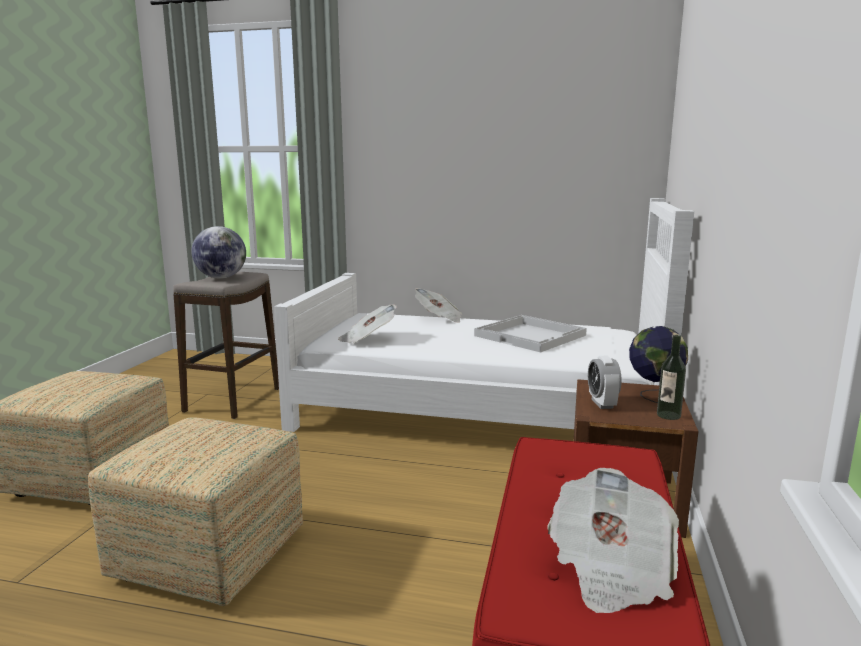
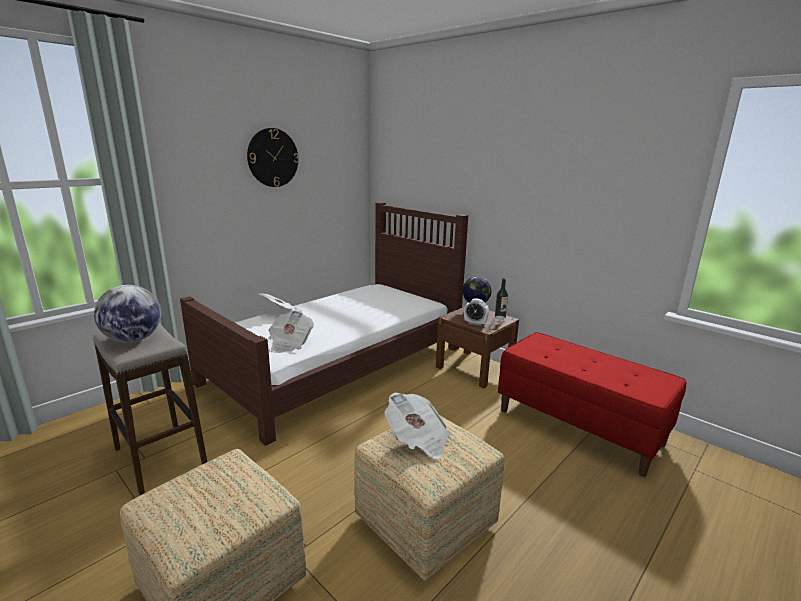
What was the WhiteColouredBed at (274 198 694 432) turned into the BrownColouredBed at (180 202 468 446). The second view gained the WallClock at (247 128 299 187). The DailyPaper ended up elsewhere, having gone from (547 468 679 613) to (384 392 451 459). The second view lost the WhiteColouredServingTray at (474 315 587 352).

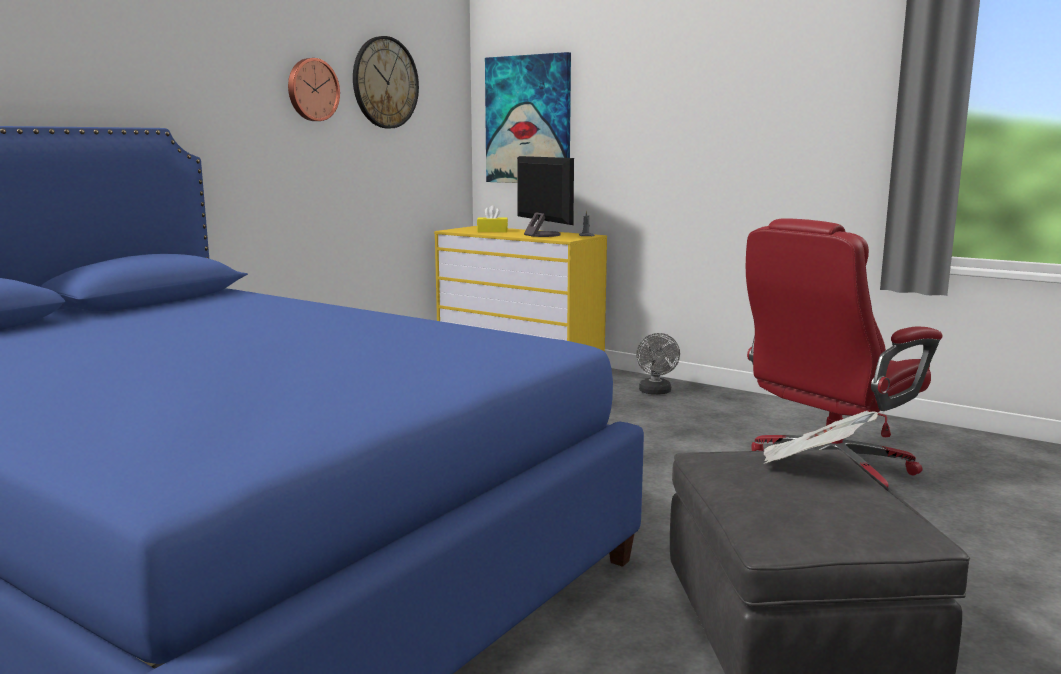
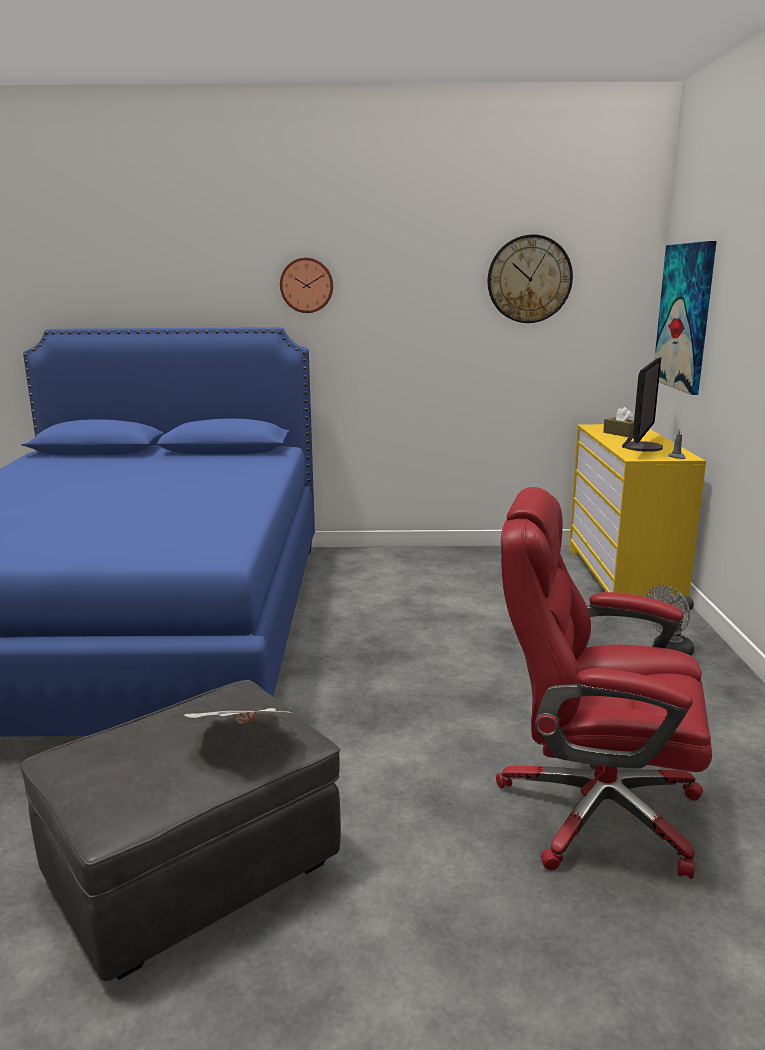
The WallClock ended up elsewhere, having gone from (288 58 340 121) to (280 258 333 313). What was the YellowColouredBoxOfTissues at (477 205 508 232) turned into the BrownColouredBoxOfTissues at (603 407 634 437).

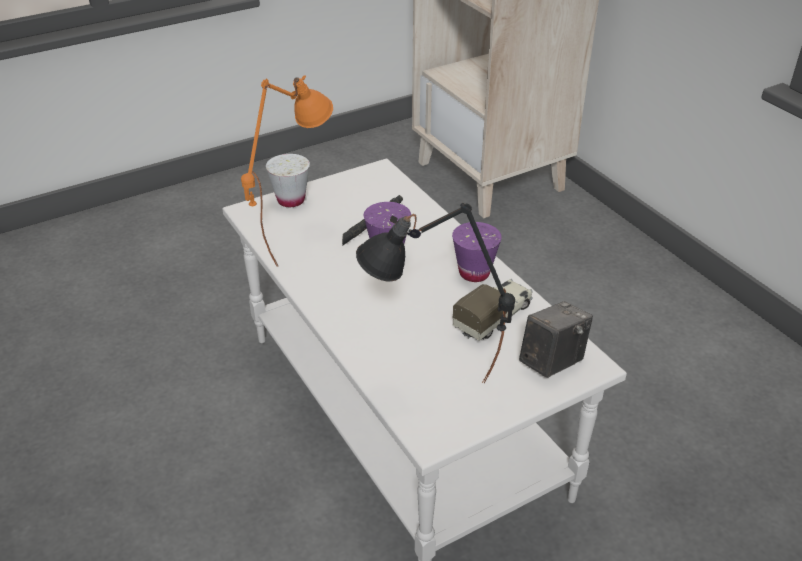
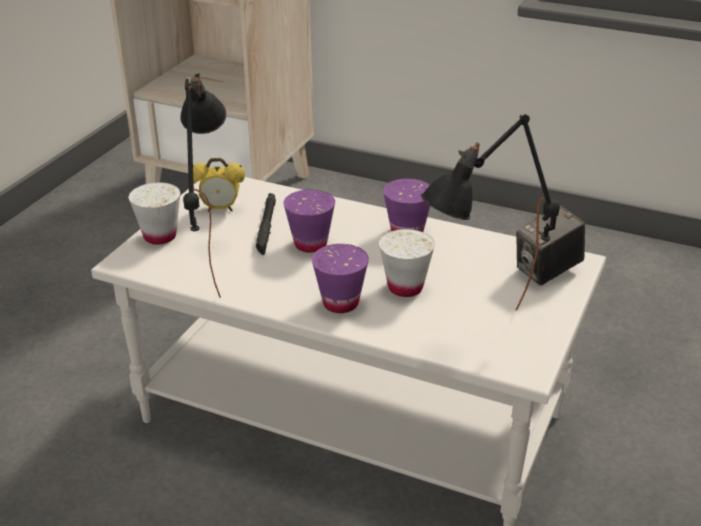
What was the OrangeTabletopLamp at (241 75 333 267) turned into the BlackTabletopLamp at (181 73 226 297). The second view gained the AlarmClock at (193 158 245 212). The second view gained the PurpleColouredSmallCup at (312 244 369 313). The second view gained the WhiteColouredSmallCup at (379 229 435 297). The PhotoCamera at (519 301 593 378) ended up facing another way, 135 degrees counterclockwise from before. The second view lost the ModelTruck at (453 279 533 341).

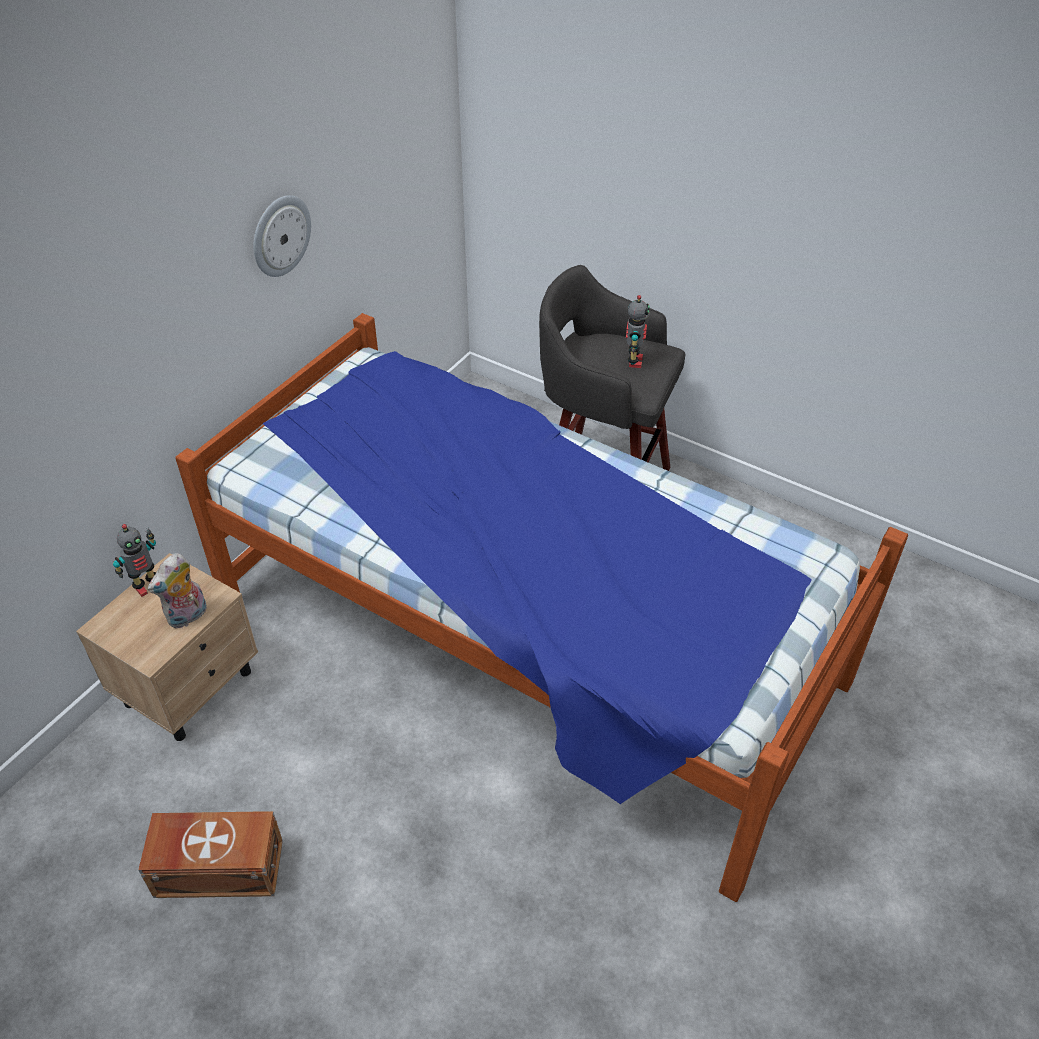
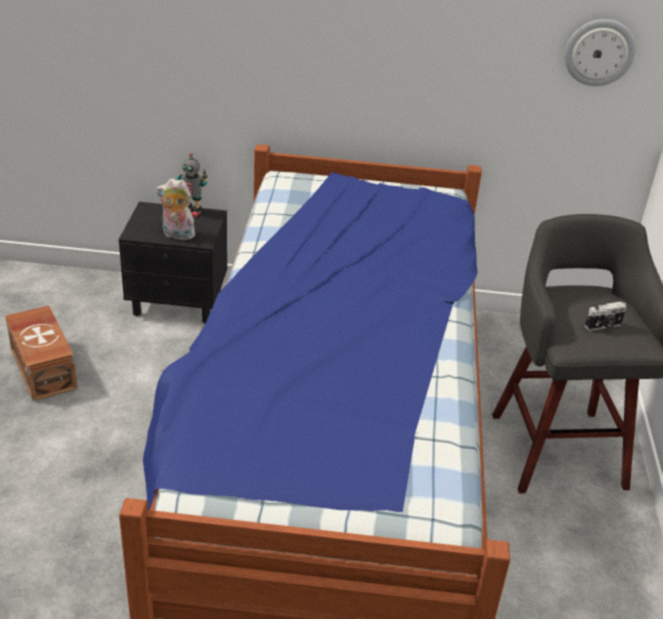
What was the BeigeNightTable at (76 553 258 741) turned into the BlackNightTable at (119 202 227 323). The WallClock ended up elsewhere, having gone from (253 195 311 277) to (564 19 636 86). Where the ToyRobot stood at (626 295 650 368), the PhotoCamera came to stand at (585 302 626 331).

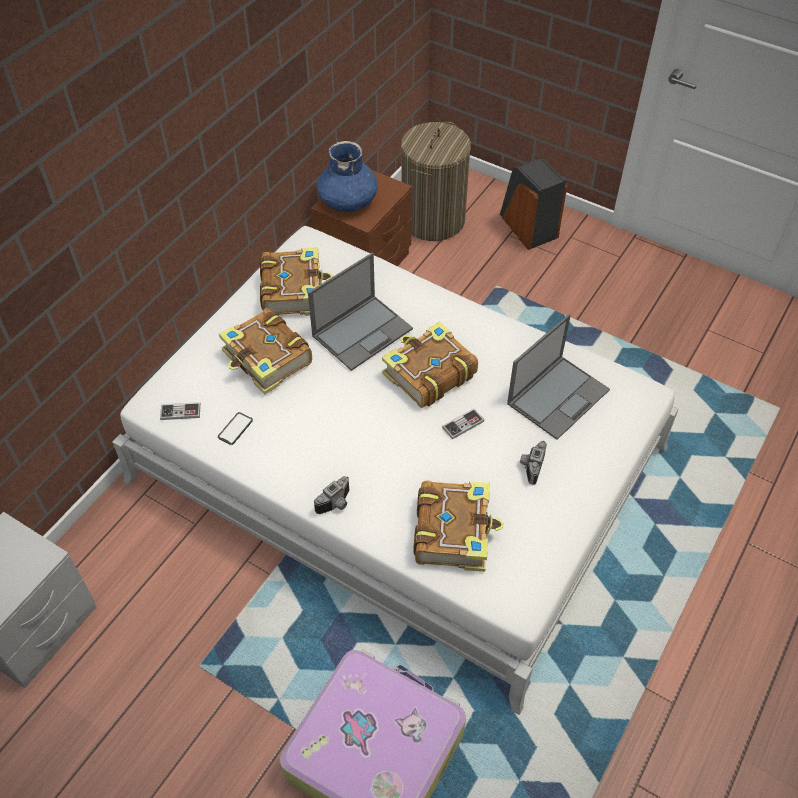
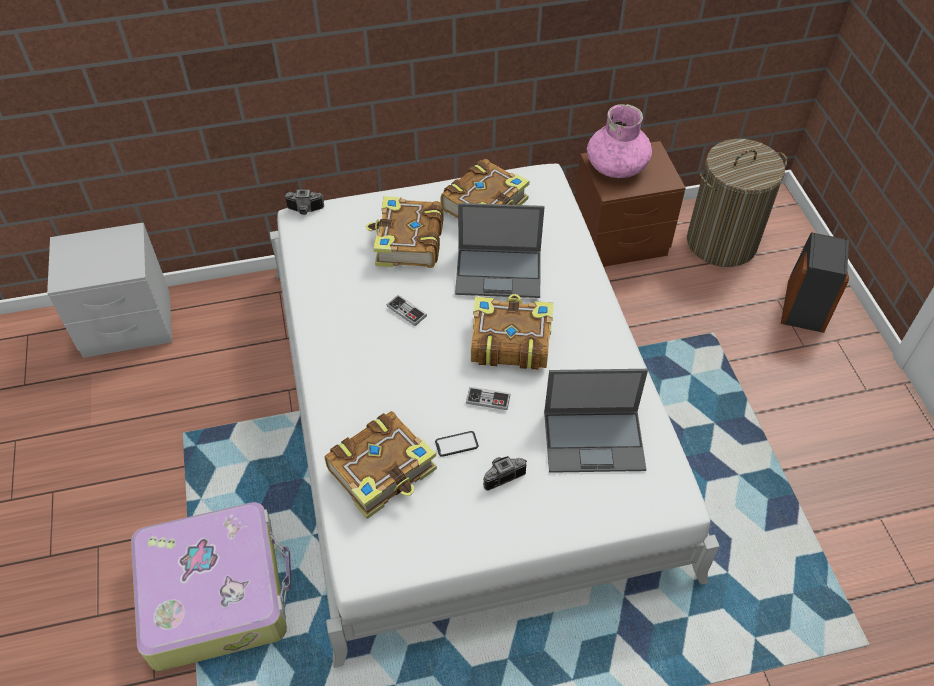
The PhotoCamera ended up elsewhere, having gone from (314 476 349 514) to (284 190 324 215). The Joypad ended up elsewhere, having gone from (160 402 201 420) to (387 295 427 326). The Telephone ended up elsewhere, having gone from (218 412 253 445) to (435 431 479 457). What was the BlueDecorativeVase at (317 141 378 212) turned into the PinkDecorativeVase at (587 104 652 178).

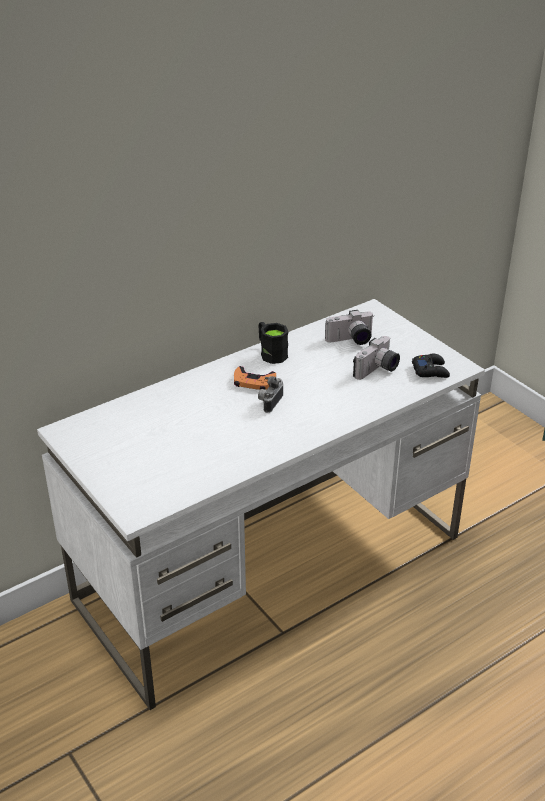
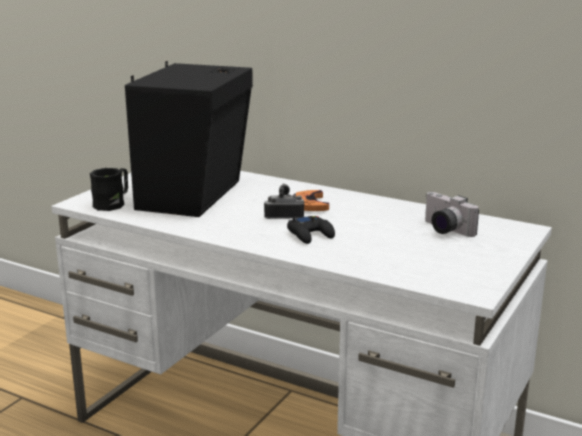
The BlackTeaMug ended up elsewhere, having gone from (258 322 288 364) to (90 168 128 211). The second view gained the BlackSpeaker at (125 61 253 217). The BlackJoypad ended up elsewhere, having gone from (412 354 450 378) to (287 216 335 244). The second view lost the PhotoCamera at (353 336 400 380).

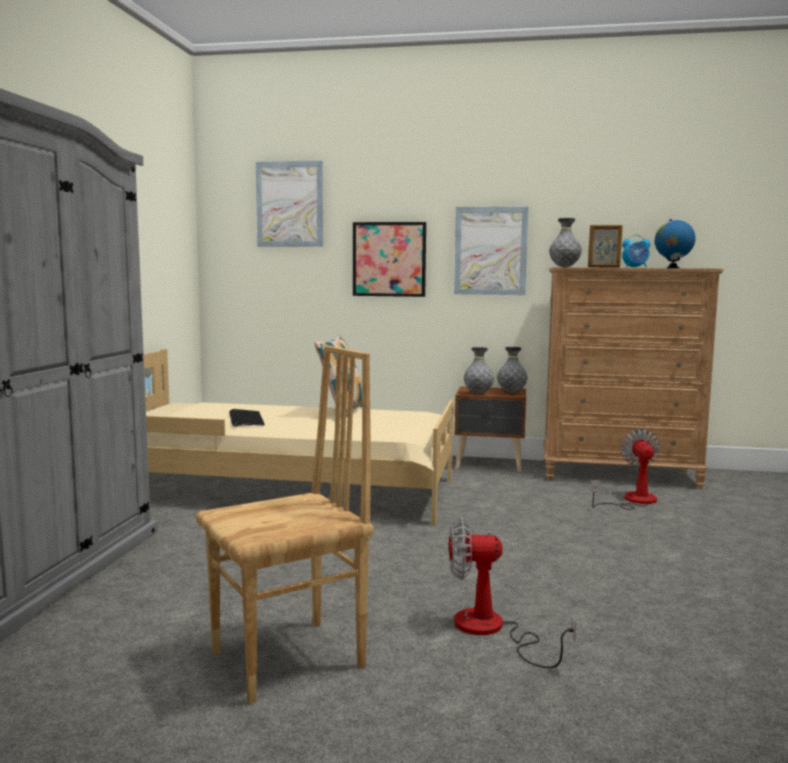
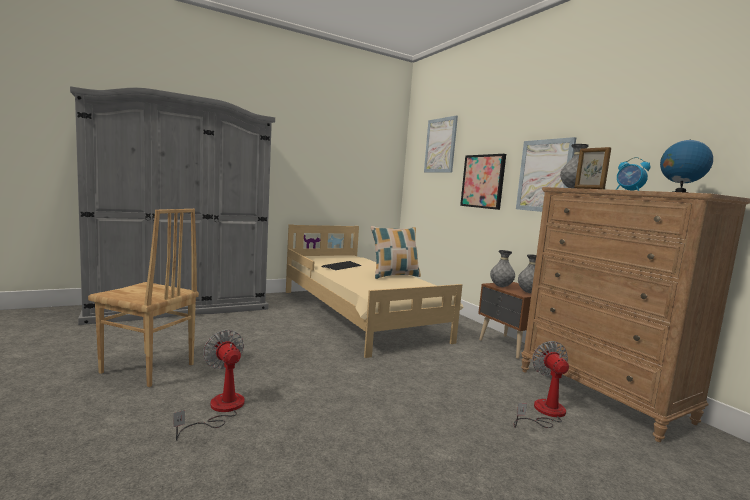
The ElectricFan at (591 429 660 509) ended up facing another way, 60 degrees counterclockwise from before.

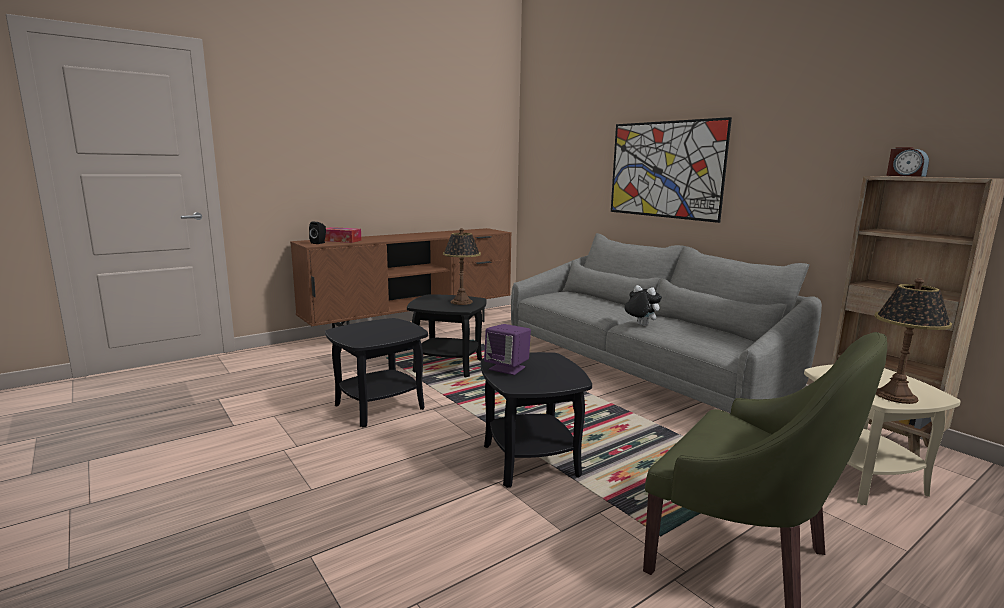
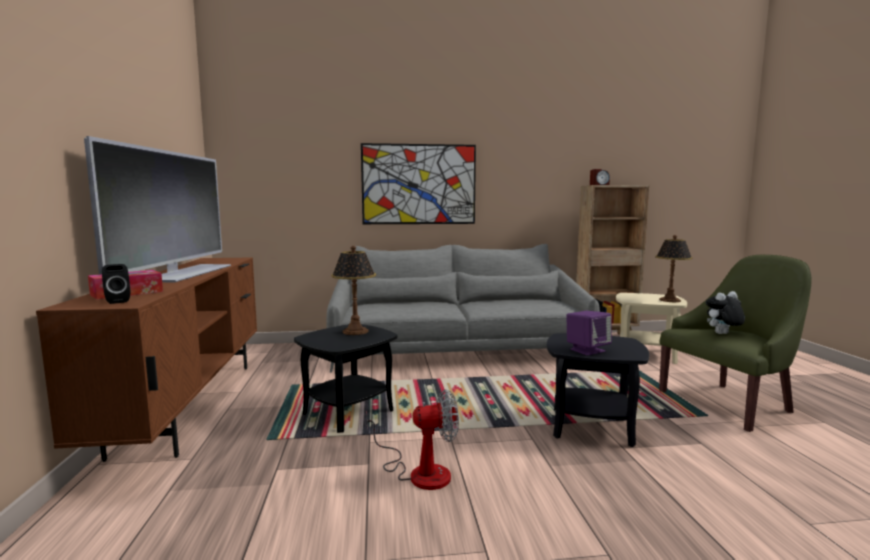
The second view gained the Tv at (84 136 231 282). Where the BlackEndTable stood at (325 318 428 428), the ElectricFan came to stand at (366 389 459 490). The SoftToy ended up elsewhere, having gone from (624 285 662 326) to (706 291 745 334).

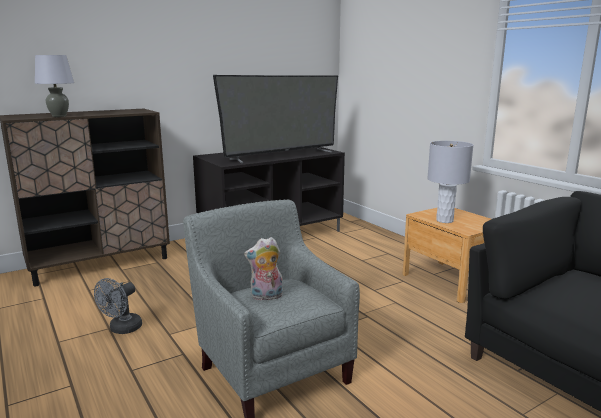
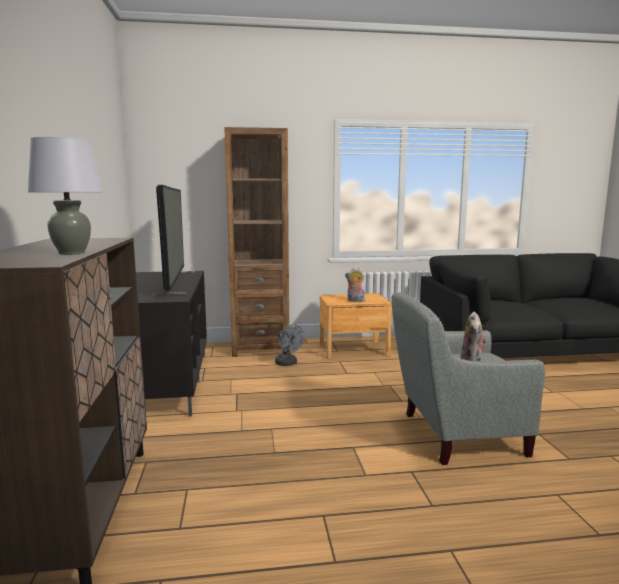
The second view gained the BrownColouredBookshelf at (224 127 290 357). The GrayElectricFan ended up elsewhere, having gone from (94 278 142 334) to (275 324 304 366). Where the GrayTabletopLamp stood at (427 141 473 223), the SoftToy came to stand at (345 267 365 303).

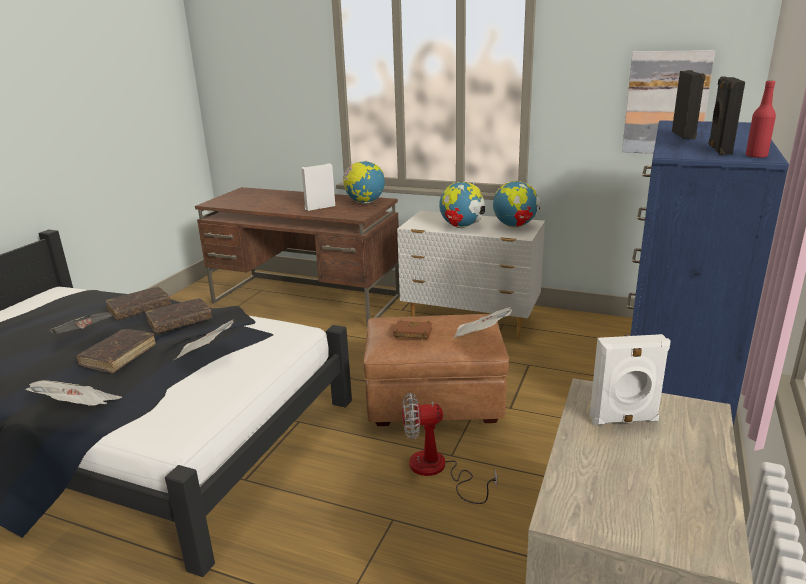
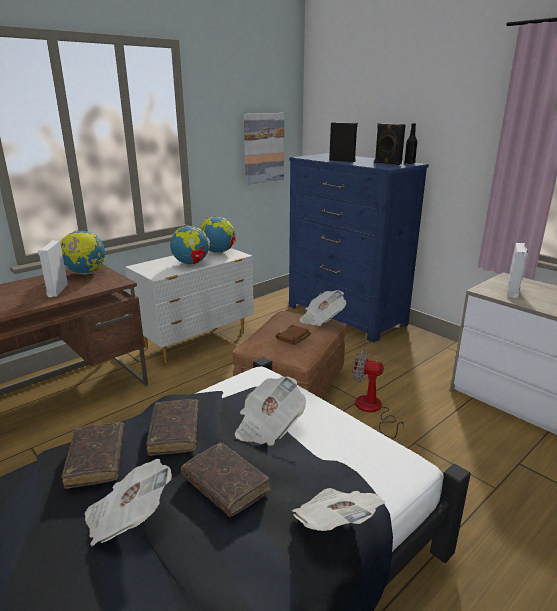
The ElectricFan at (402 392 497 504) ended up facing another way, 90 degrees clockwise from before. What was the RedColouredBottle at (746 81 776 158) turned into the BlackBottle at (404 123 417 164).

